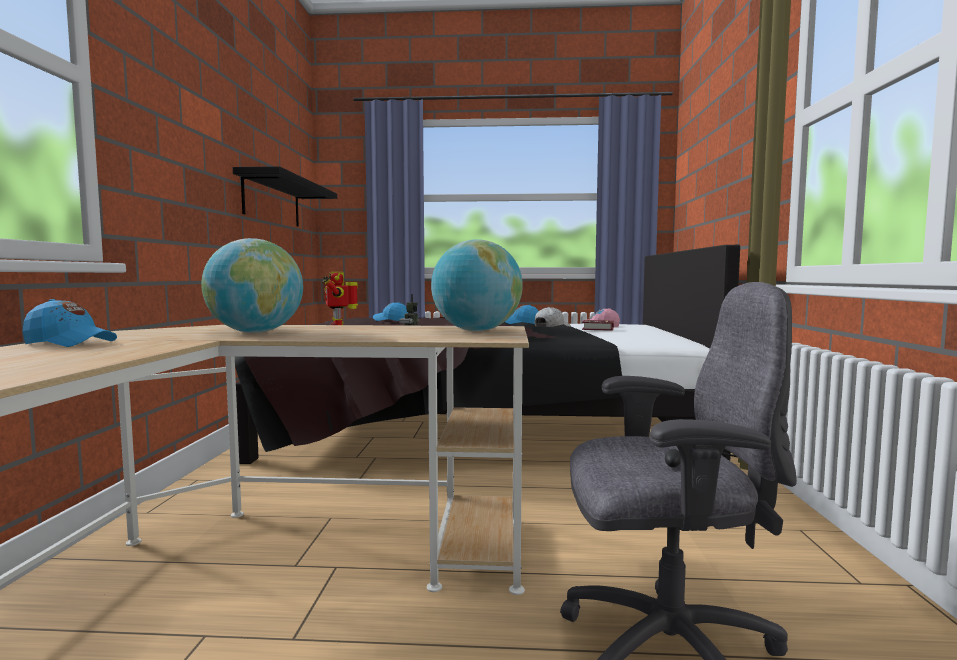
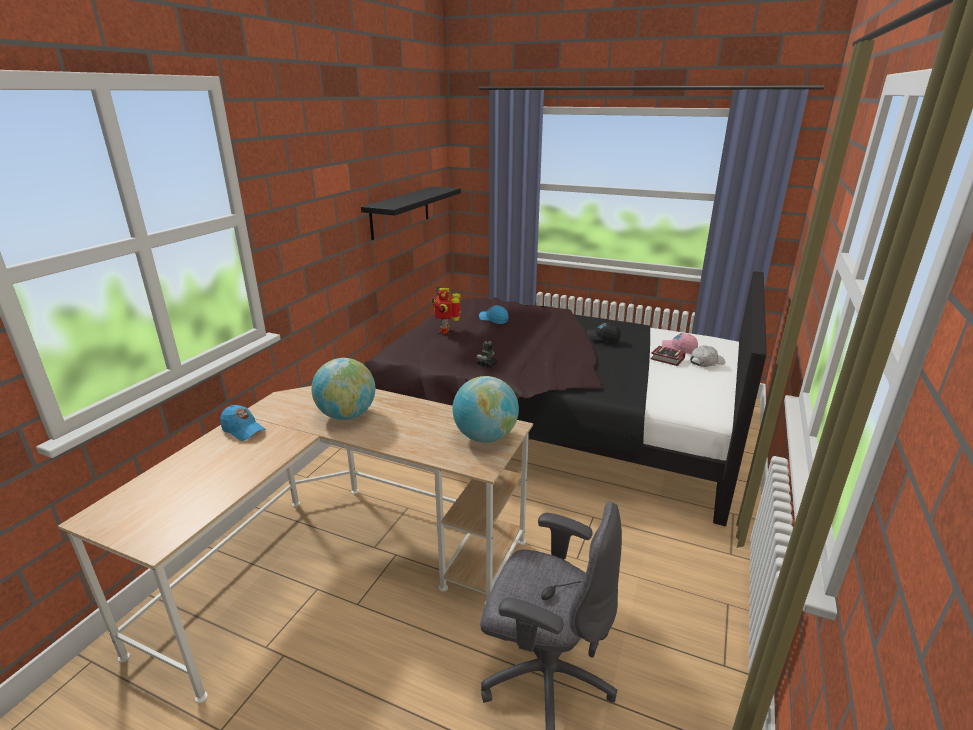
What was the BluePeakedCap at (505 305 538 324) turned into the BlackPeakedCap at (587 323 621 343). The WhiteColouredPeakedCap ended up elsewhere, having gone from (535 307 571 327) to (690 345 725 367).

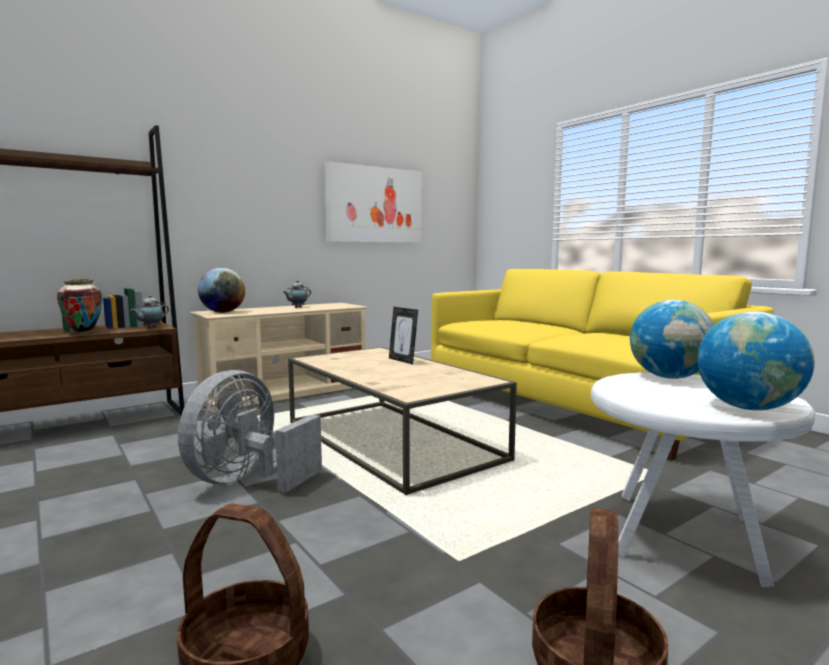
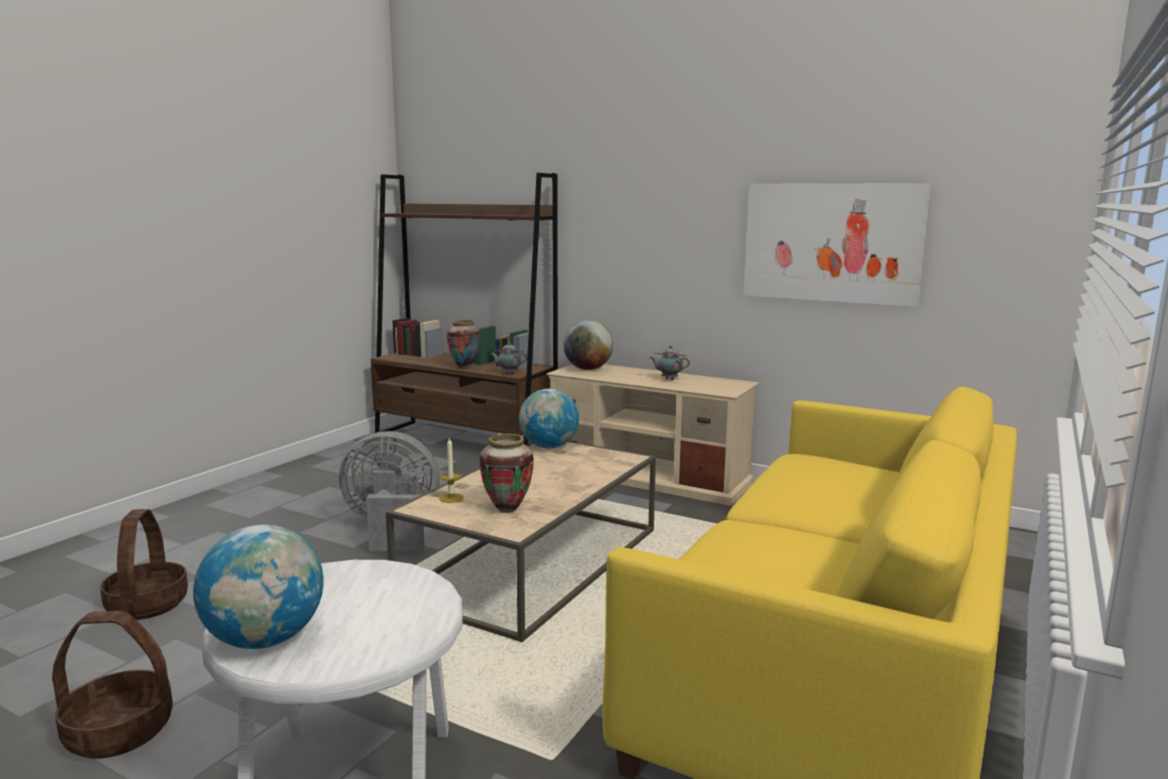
The second view gained the WaxCandle at (439 437 463 503). The second view gained the DecorativeVase at (479 434 534 513). The DeskGlobe ended up elsewhere, having gone from (630 300 714 379) to (519 389 579 448). The second view lost the StandingFrame at (389 307 418 364).

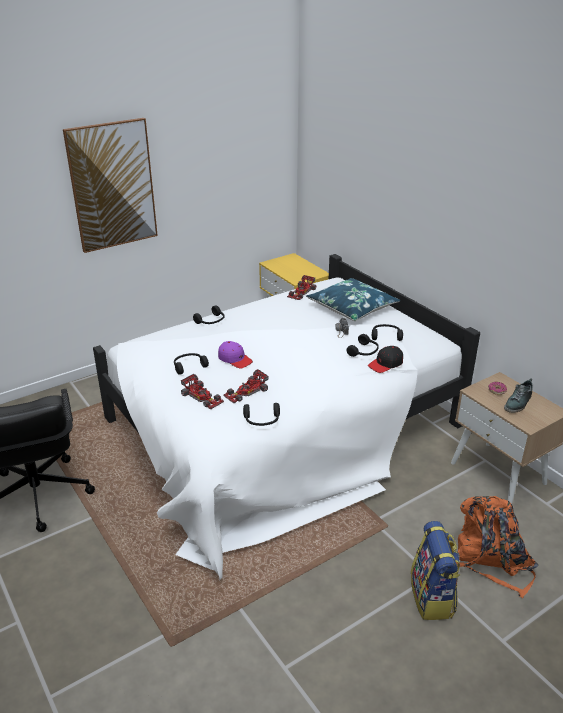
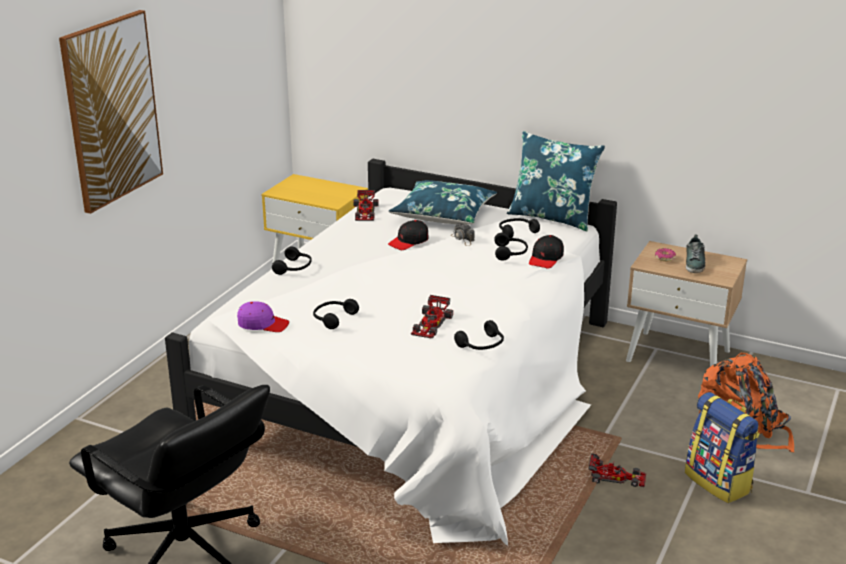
The PurpleColouredPeakedCap ended up elsewhere, having gone from (218 341 253 369) to (237 301 289 332). The second view gained the BlackPeakedCap at (388 220 429 250). The second view gained the BluePillow at (507 131 605 231). The MiniatureCar ended up elsewhere, having gone from (181 374 224 409) to (589 453 646 487).

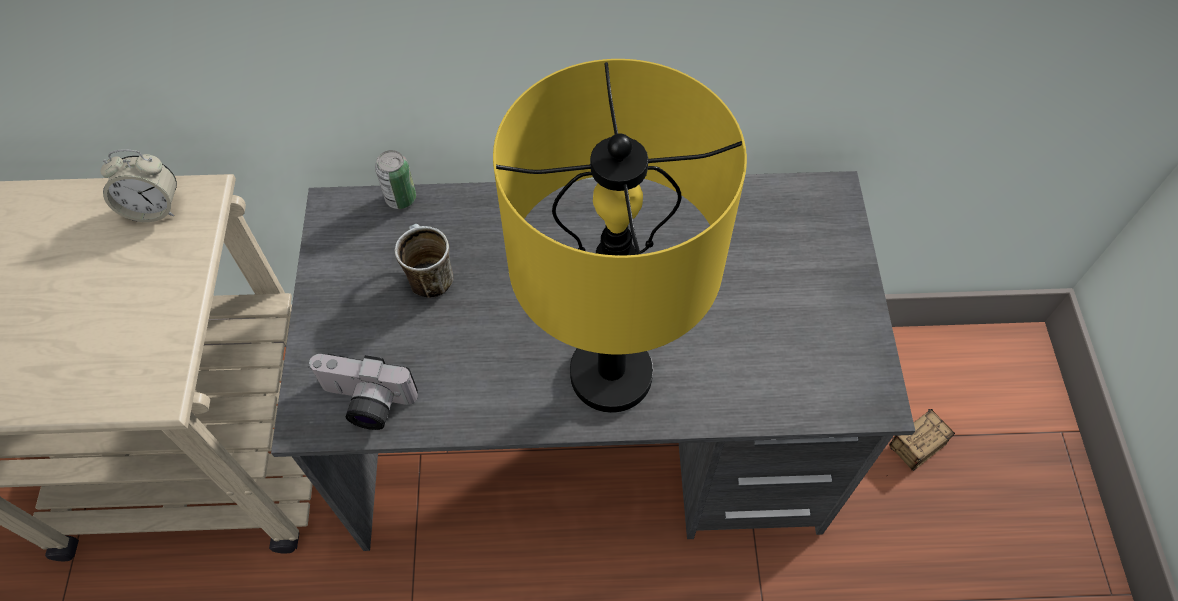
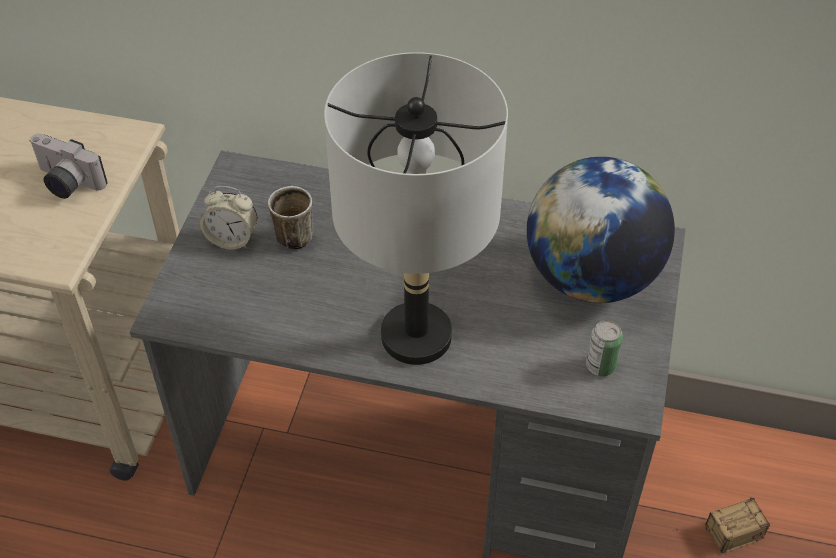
The PhotoCamera ended up elsewhere, having gone from (308 354 418 430) to (30 134 108 199). The AlarmClock ended up elsewhere, having gone from (101 149 177 222) to (200 186 257 250). What was the YellowColouredTabletopLamp at (493 59 747 413) turned into the GrayTabletopLamp at (324 52 508 365). The second view gained the DeskGlobe at (527 157 675 303). The SealedCan ended up elsewhere, having gone from (375 150 416 209) to (586 320 623 376).

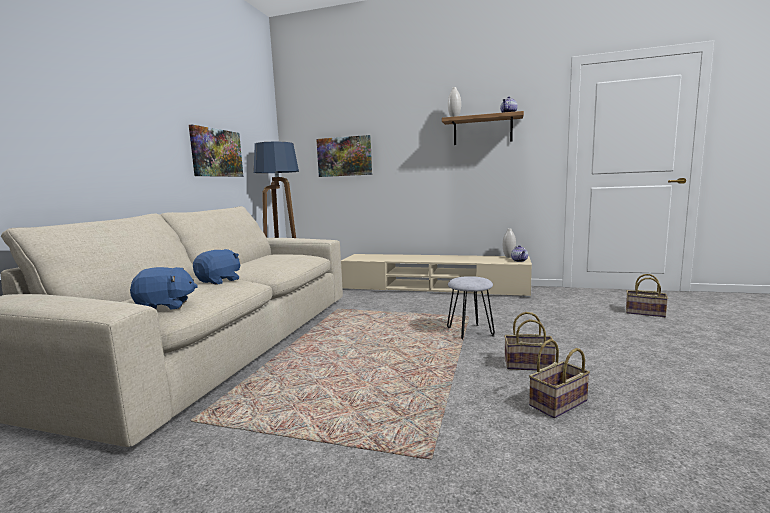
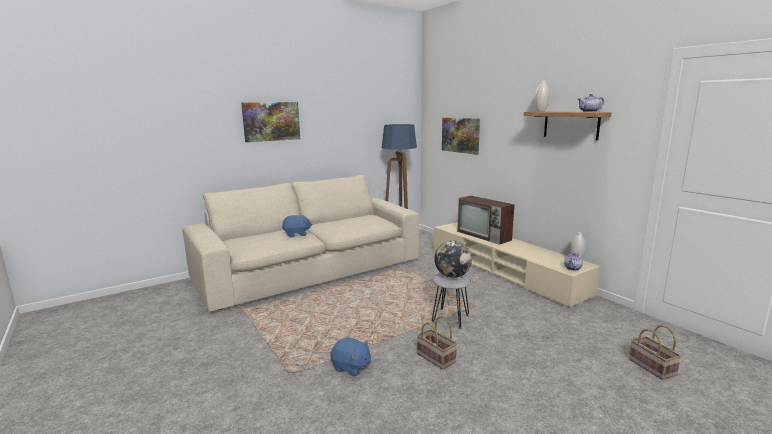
The Picture ended up elsewhere, having gone from (189 125 243 177) to (241 102 300 142). The BlueSoftToy ended up elsewhere, having gone from (130 267 198 310) to (330 337 371 376). The second view gained the DeskGlobe at (434 241 472 278). The second view gained the Tv at (457 196 514 245). The second view lost the Basket at (529 339 590 418).

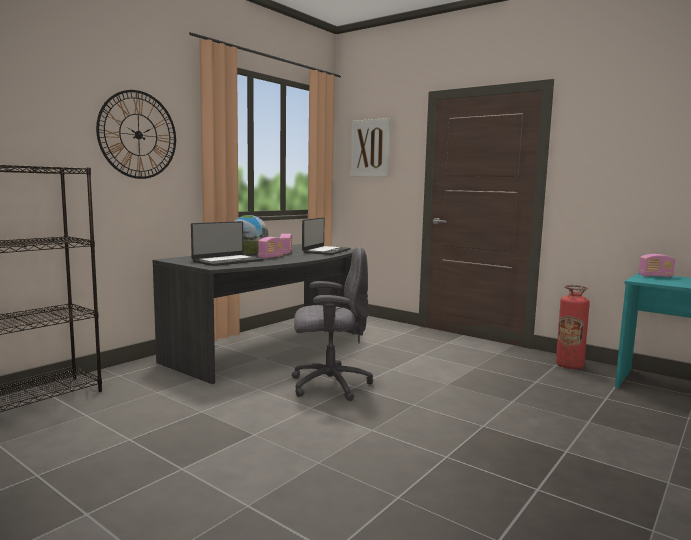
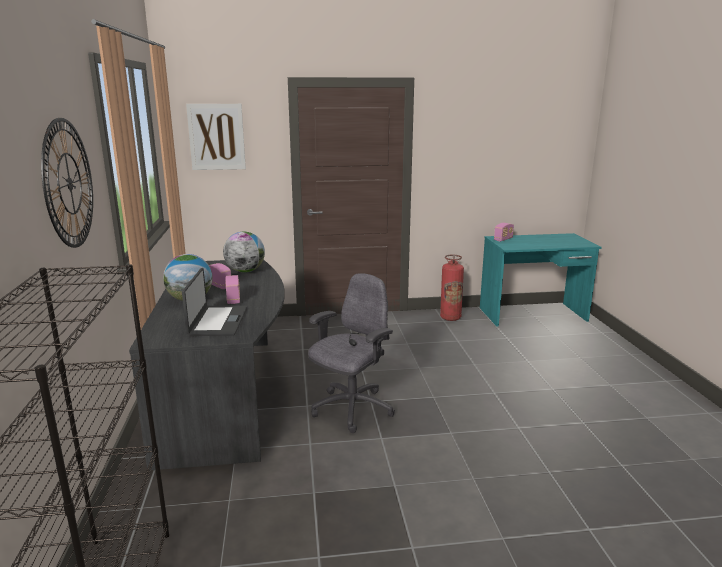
Where the PortableComputer stood at (302 217 350 255), the DeskGlobe came to stand at (223 232 265 272).

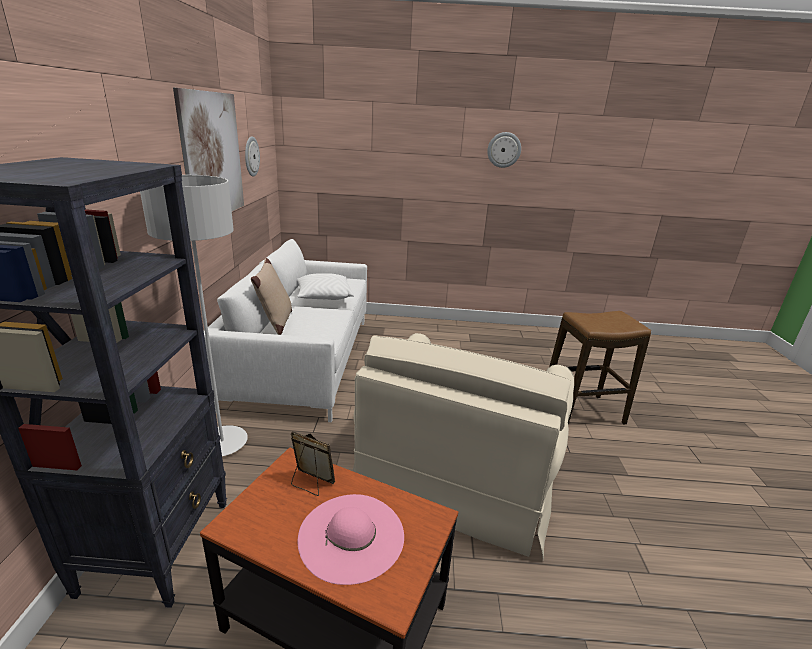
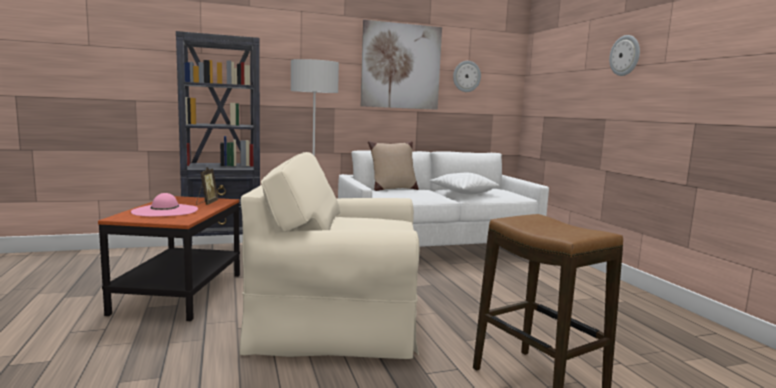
The WallClock ended up elsewhere, having gone from (487 132 521 168) to (609 35 640 76).

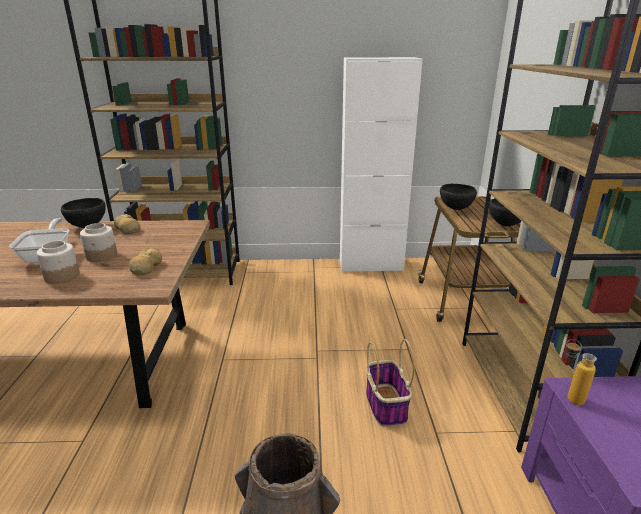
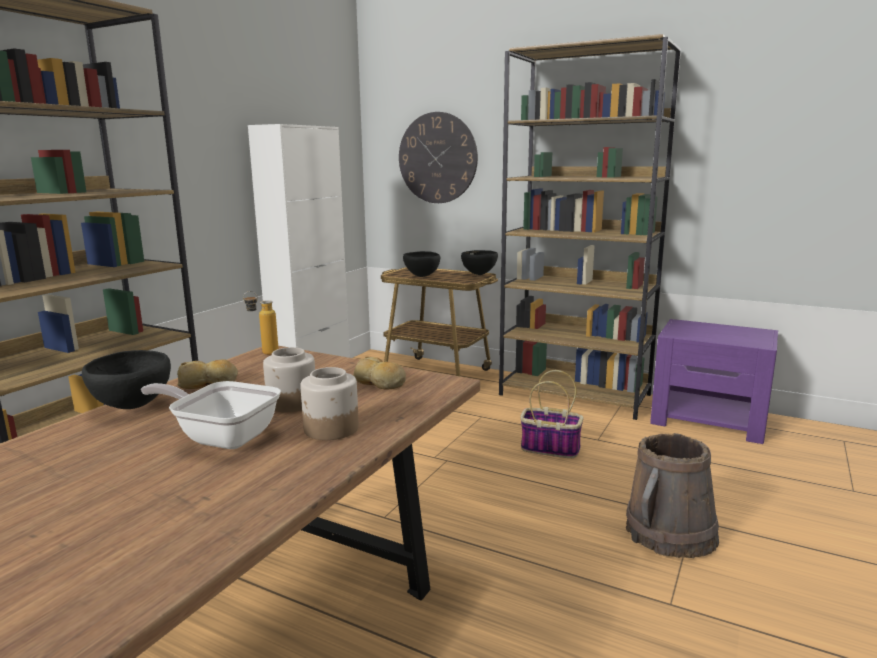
The Bottle ended up elsewhere, having gone from (566 339 597 405) to (243 291 279 355). The second view gained the WallClock at (399 112 478 203).

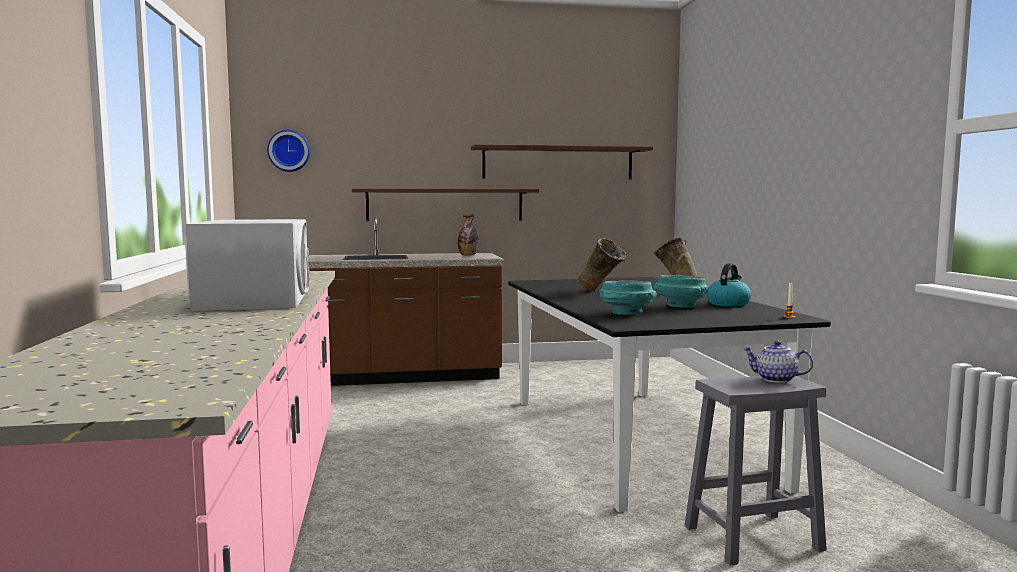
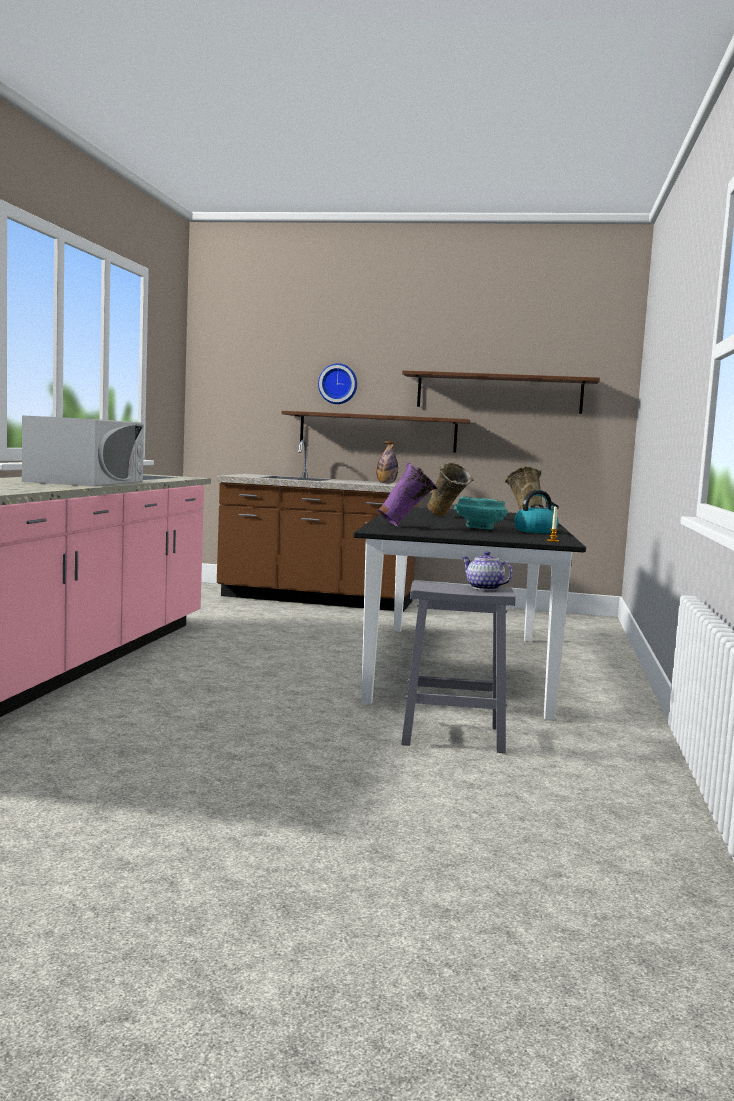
The WallClock ended up elsewhere, having gone from (267 130 310 172) to (318 363 357 404). Where the TurquoiseDeepDish stood at (599 281 657 315), the PurpleColouredDecorativeVase came to stand at (378 462 438 527).

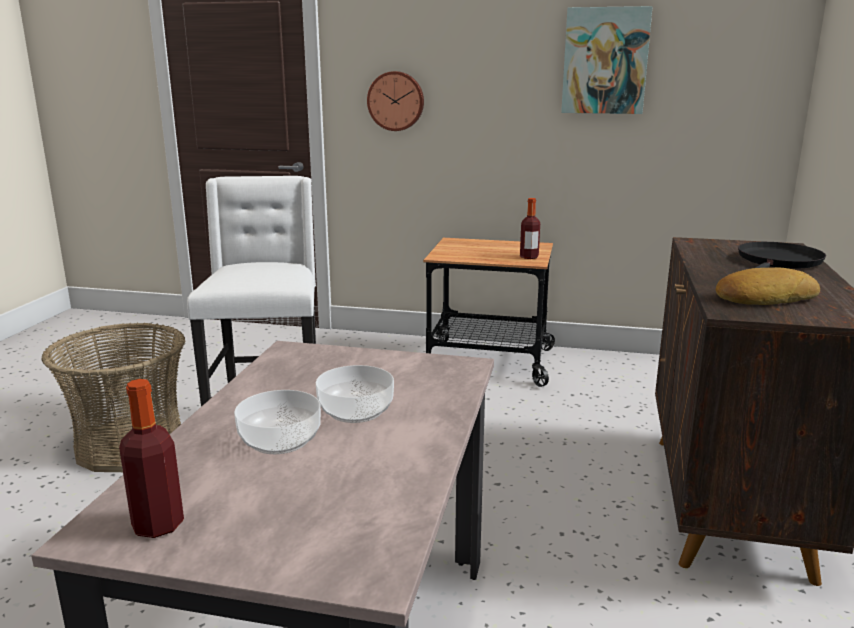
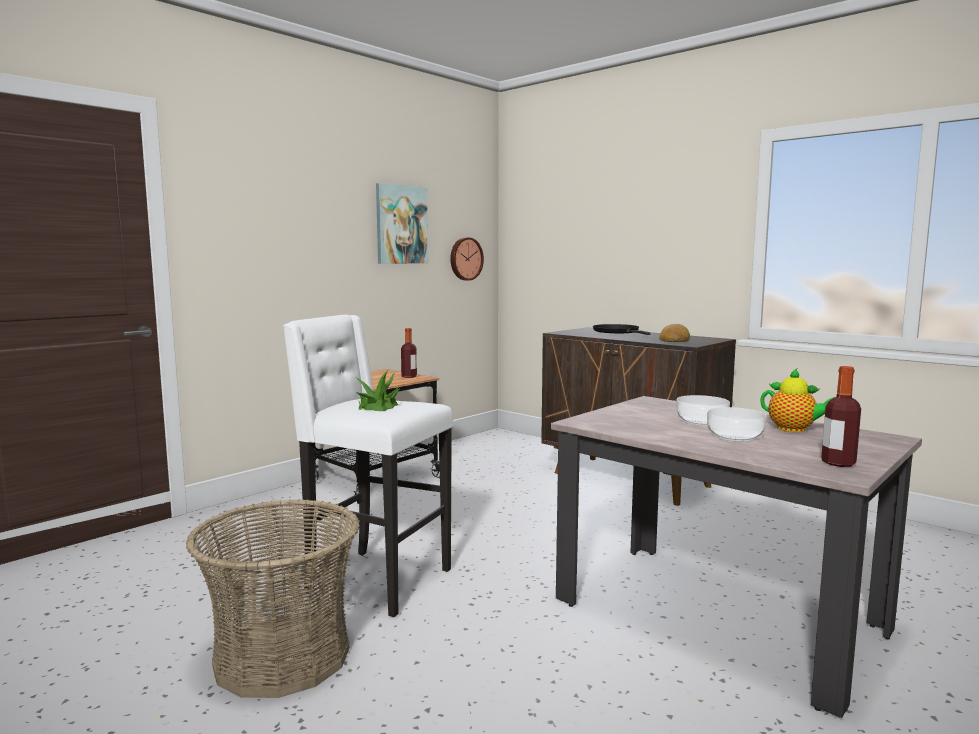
The second view gained the PlantInAPot at (356 370 399 411). The WallClock ended up elsewhere, having gone from (367 71 424 131) to (450 237 484 281). The second view gained the PotForTea at (760 368 834 432).

